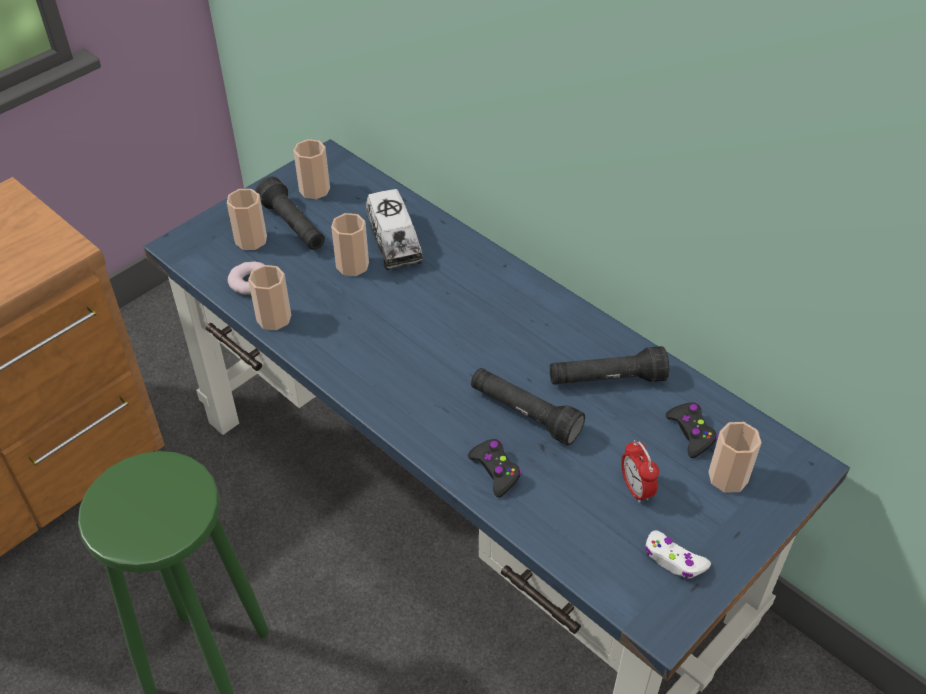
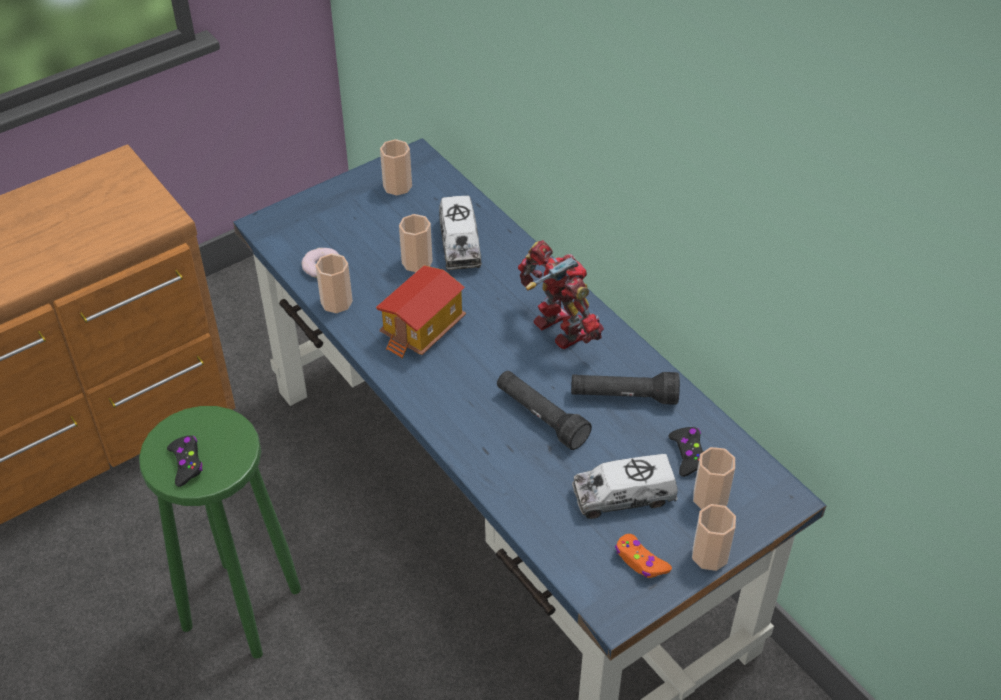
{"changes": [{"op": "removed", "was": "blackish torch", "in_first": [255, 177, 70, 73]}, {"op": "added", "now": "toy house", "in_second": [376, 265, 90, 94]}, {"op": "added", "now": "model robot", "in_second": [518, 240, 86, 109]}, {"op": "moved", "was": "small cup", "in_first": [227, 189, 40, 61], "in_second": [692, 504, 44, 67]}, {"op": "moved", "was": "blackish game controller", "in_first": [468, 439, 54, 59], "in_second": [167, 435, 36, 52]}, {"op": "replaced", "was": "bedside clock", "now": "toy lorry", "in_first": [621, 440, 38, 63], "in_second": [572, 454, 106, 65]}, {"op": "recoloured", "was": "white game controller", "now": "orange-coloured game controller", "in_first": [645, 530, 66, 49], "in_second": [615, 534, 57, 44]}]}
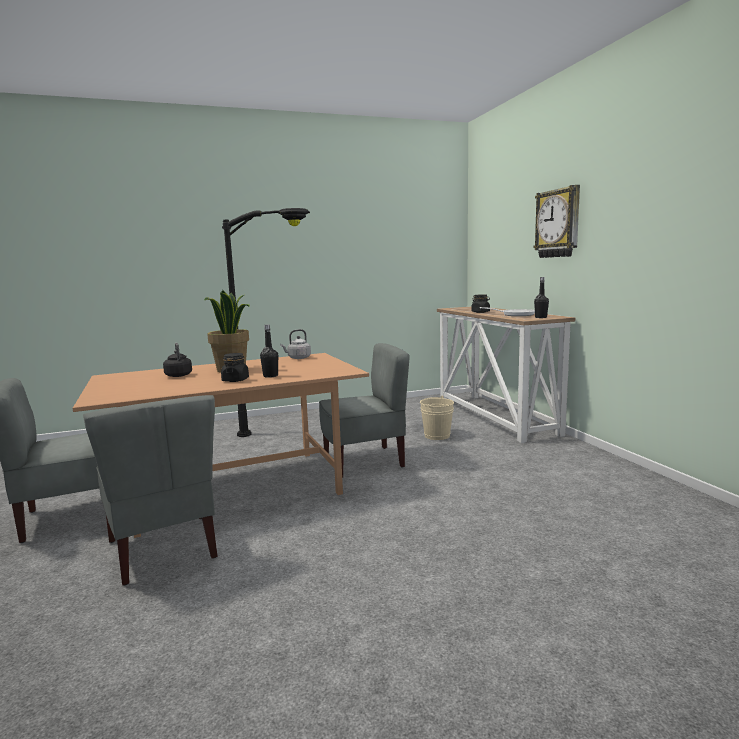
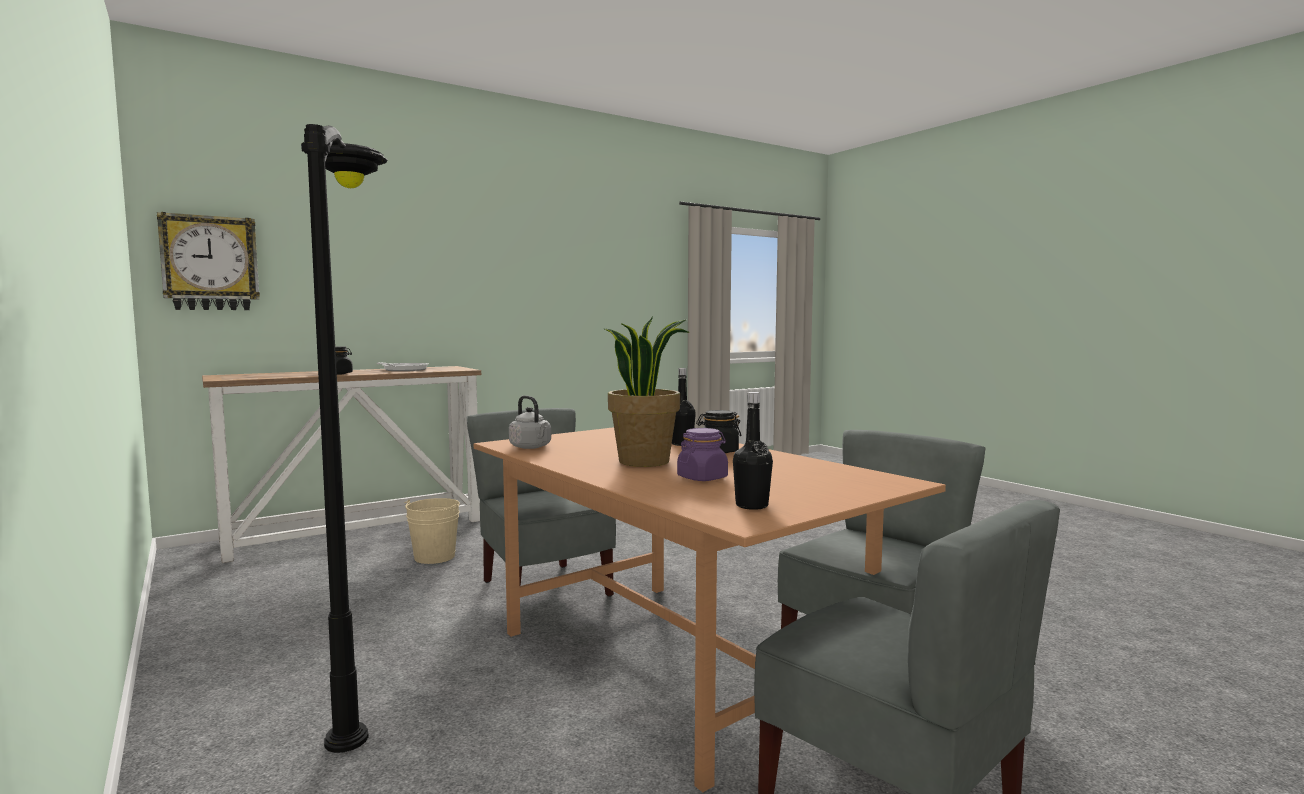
{"changes": [{"op": "moved", "was": "clock on the wall", "in_first": [533, 185, 47, 73], "in_second": [157, 212, 103, 98]}, {"op": "moved", "was": "blackish beverage bottle", "in_first": [534, 277, 15, 41], "in_second": [733, 392, 40, 118]}, {"op": "replaced", "was": "blackish water kettle", "now": "purplish storage jar", "in_first": [163, 343, 29, 34], "in_second": [677, 428, 51, 53]}]}
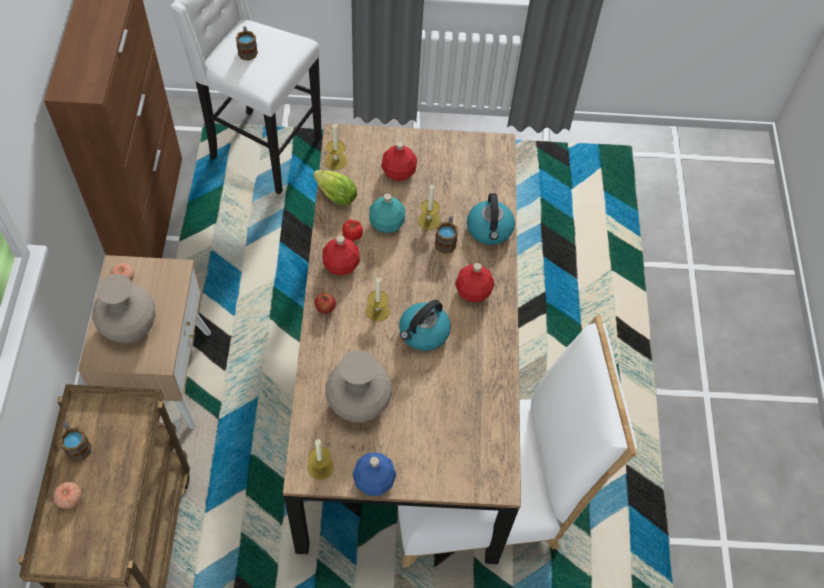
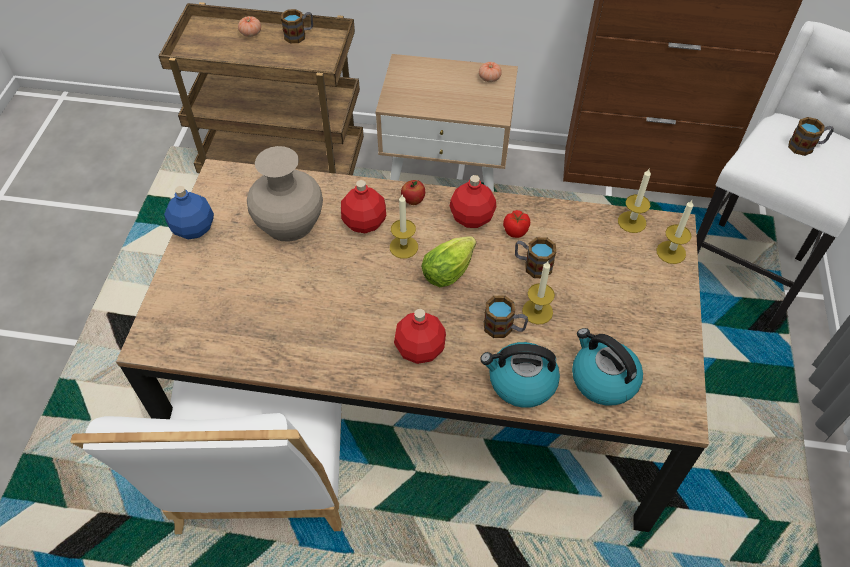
{"changes": [{"op": "removed", "was": "sand-coloured vase", "in_first": [92, 274, 64, 70]}, {"op": "moved", "was": "wax candle", "in_first": [307, 439, 27, 41], "in_second": [657, 199, 37, 65]}, {"op": "moved", "was": "lettuce", "in_first": [313, 170, 44, 35], "in_second": [421, 236, 55, 51]}, {"op": "moved", "was": "reddish beverage bottle", "in_first": [381, 141, 36, 40], "in_second": [341, 180, 45, 53]}, {"op": "moved", "was": "water kettle", "in_first": [399, 300, 52, 51], "in_second": [572, 328, 71, 77]}, {"op": "replaced", "was": "turquoise beverage bottle", "now": "coffee mug", "in_first": [369, 193, 36, 40], "in_second": [515, 237, 41, 41]}]}
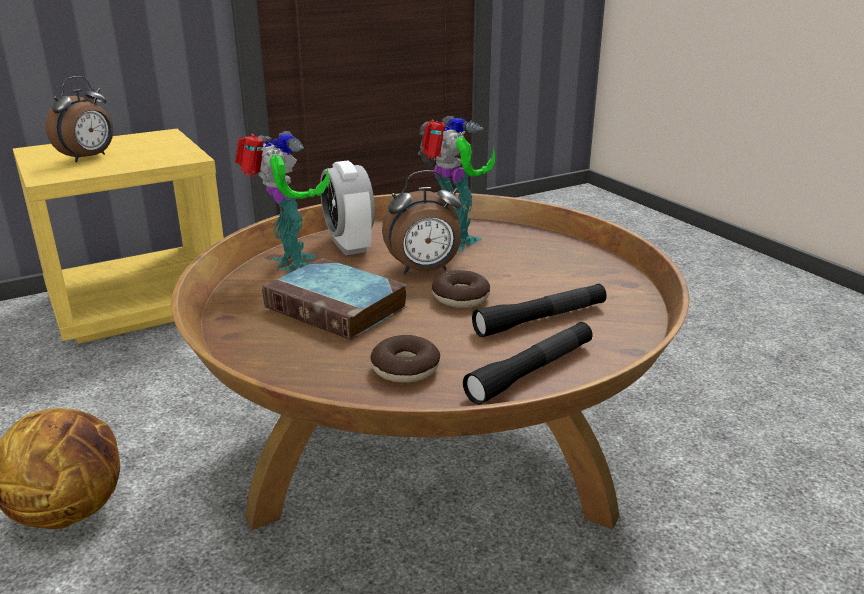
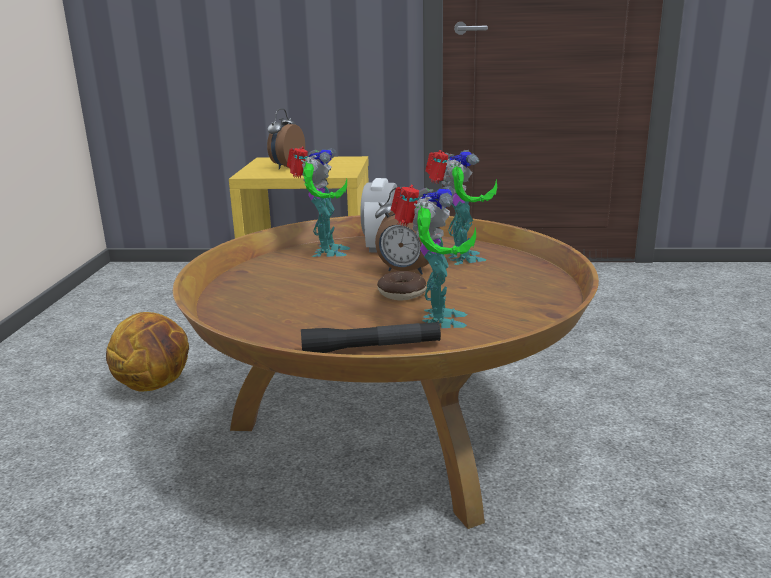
{"changes": [{"op": "removed", "was": "book", "in_first": [262, 258, 145, 82]}, {"op": "removed", "was": "doughnut", "in_first": [371, 335, 69, 48]}, {"op": "replaced", "was": "blackish torch", "now": "model robot", "in_first": [472, 284, 135, 53], "in_second": [390, 185, 86, 143]}, {"op": "turned", "was": "bedside clock", "in_first": [45, 76, 68, 86], "in_second": [267, 108, 38, 62], "clockwise": 135}]}
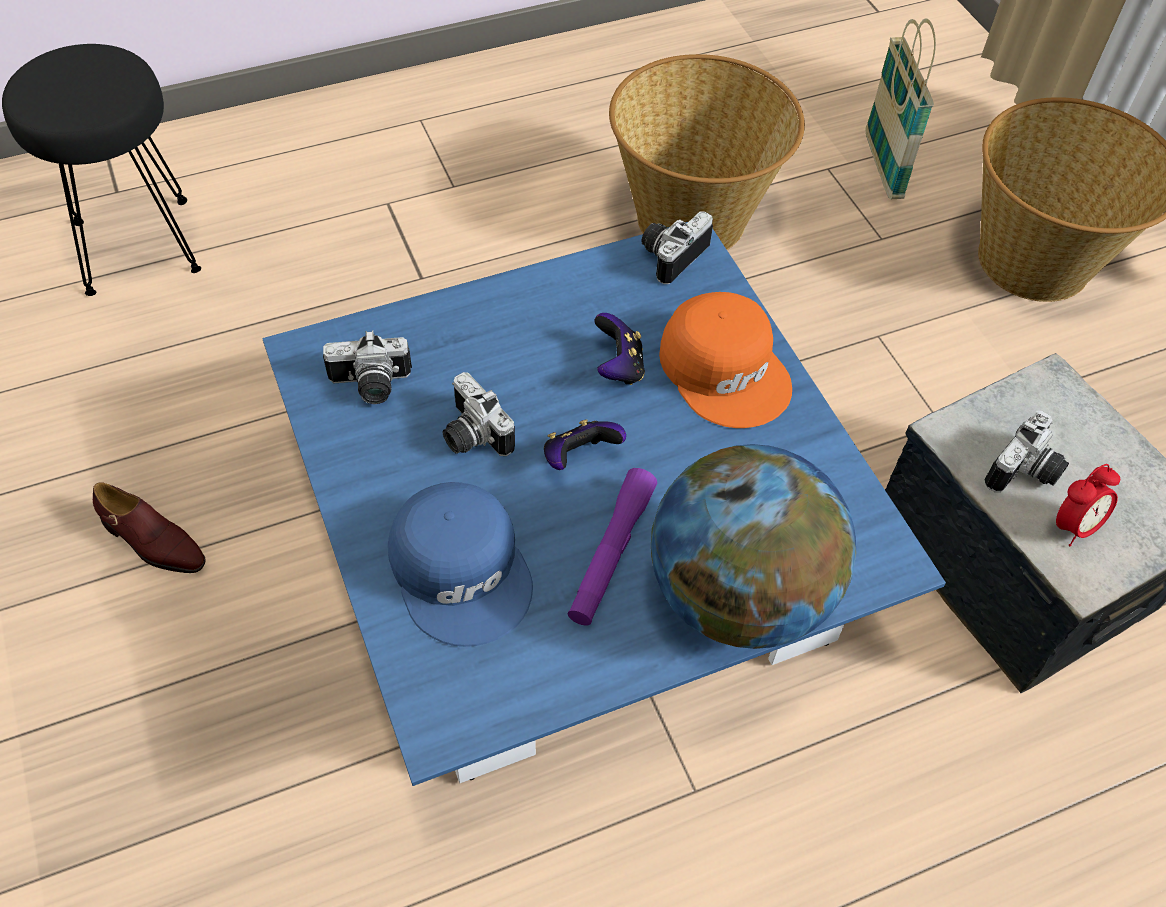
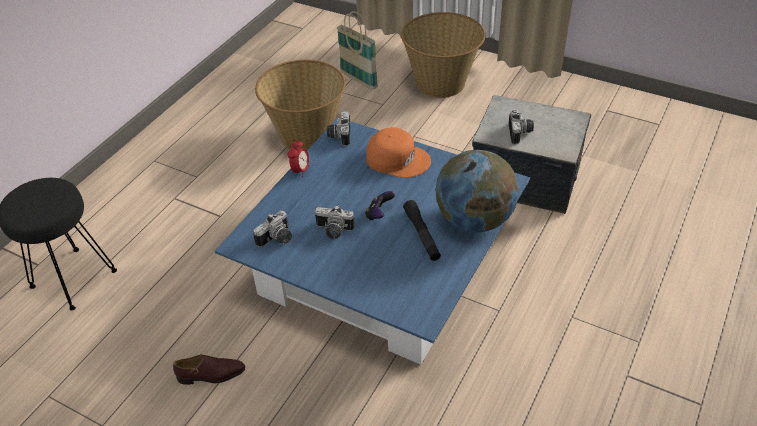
{"changes": [{"op": "removed", "was": "blue-coloured peaked cap", "in_first": [388, 482, 145, 165]}, {"op": "removed", "was": "game controller", "in_first": [594, 313, 51, 72]}, {"op": "moved", "was": "bedside clock", "in_first": [1056, 464, 64, 83], "in_second": [287, 139, 22, 38]}, {"op": "recoloured", "was": "purplish torch", "now": "blackish torch", "in_first": [568, 468, 89, 158], "in_second": [403, 200, 38, 61]}]}
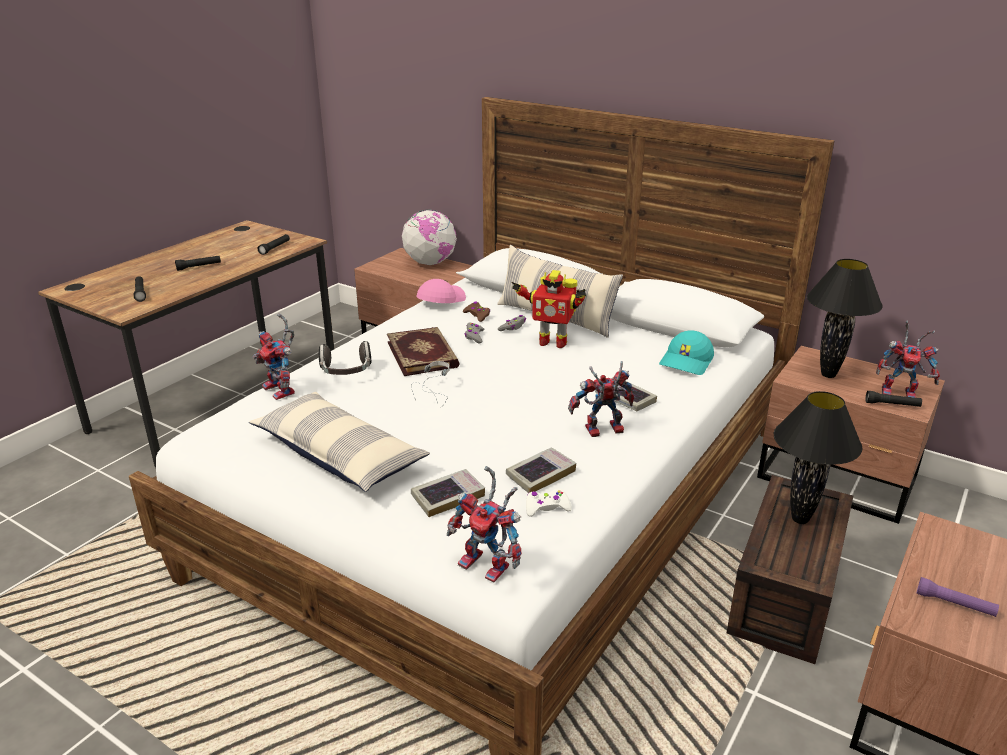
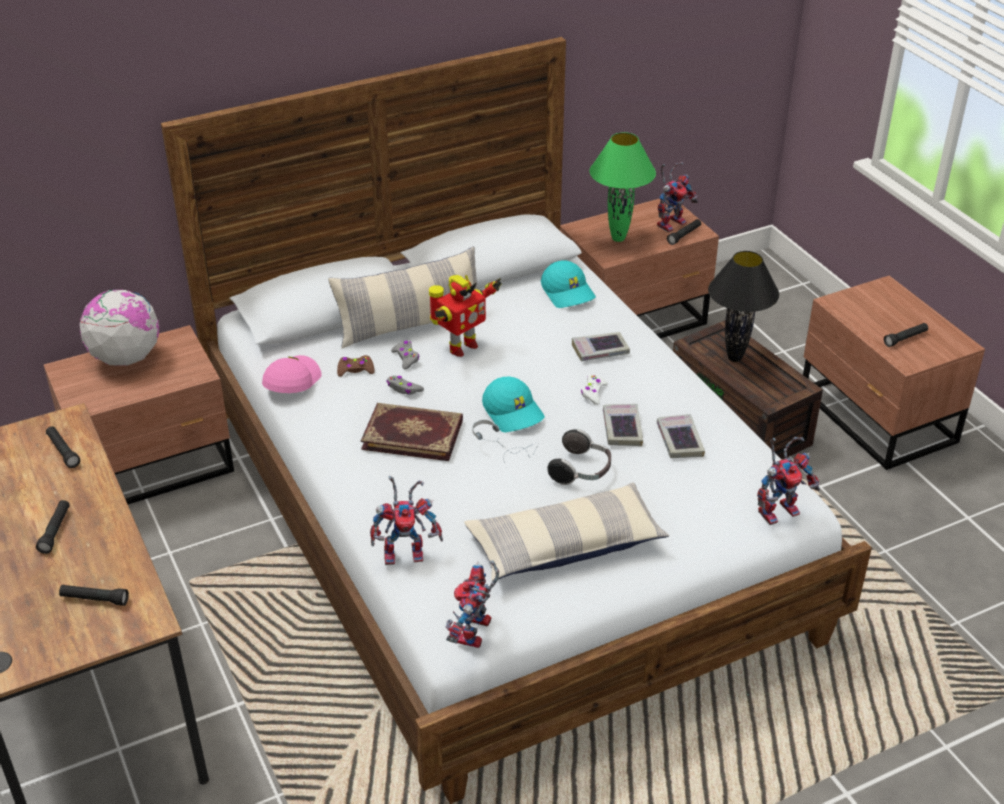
{"changes": [{"op": "added", "now": "turquoise peaked cap", "in_second": [482, 377, 63, 55]}, {"op": "moved", "was": "pair of headphones", "in_first": [319, 341, 52, 34], "in_second": [547, 429, 64, 56]}, {"op": "moved", "was": "book", "in_first": [411, 469, 74, 48], "in_second": [603, 404, 40, 42]}, {"op": "moved", "was": "white game controller", "in_first": [526, 489, 46, 28], "in_second": [581, 374, 27, 31]}, {"op": "moved", "was": "model robot", "in_first": [568, 361, 66, 76], "in_second": [446, 561, 53, 87]}, {"op": "recoloured", "was": "blackish tabletop lamp", "now": "green-coloured tabletop lamp", "in_first": [807, 259, 76, 119], "in_second": [590, 132, 66, 110]}, {"op": "recoloured", "was": "purplish torch", "now": "blackish torch", "in_first": [916, 577, 83, 40], "in_second": [884, 323, 44, 24]}, {"op": "turned", "was": "pink peaked cap", "in_first": [417, 279, 49, 24], "in_second": [262, 355, 60, 38], "clockwise": 45}]}
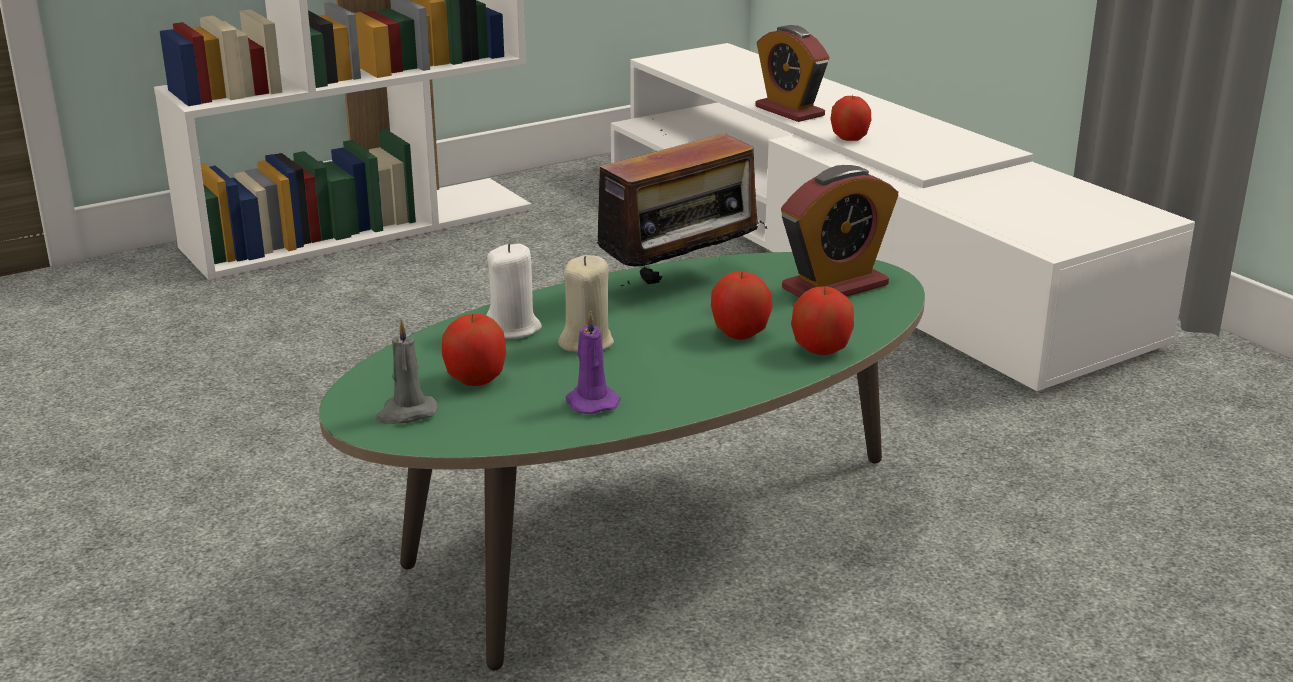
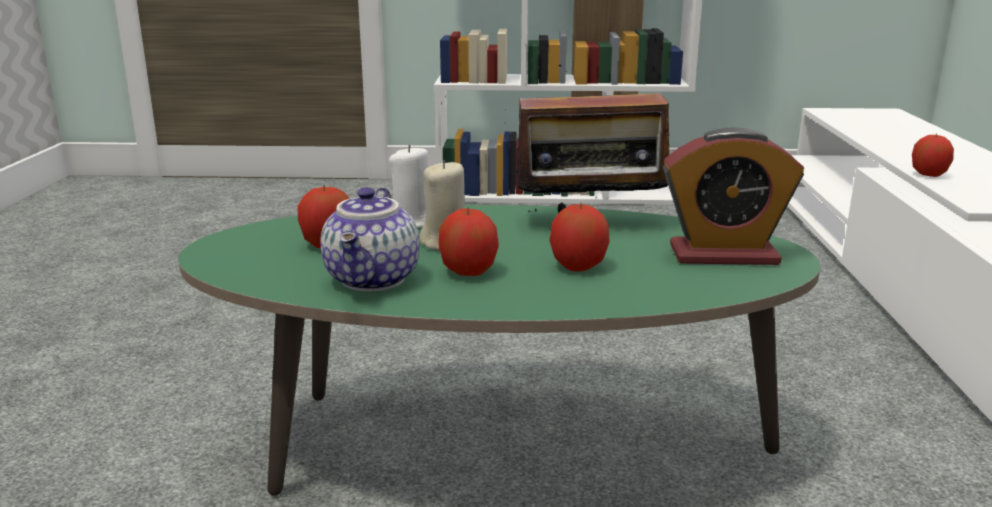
{"changes": [{"op": "removed", "was": "grey wax candle", "in_first": [375, 320, 63, 104]}, {"op": "removed", "was": "bedside clock", "in_first": [755, 25, 74, 97]}, {"op": "moved", "was": "apple", "in_first": [791, 287, 63, 68], "in_second": [438, 207, 61, 69]}, {"op": "replaced", "was": "purplish wax candle", "now": "tea pot", "in_first": [566, 310, 55, 104], "in_second": [321, 187, 99, 105]}]}
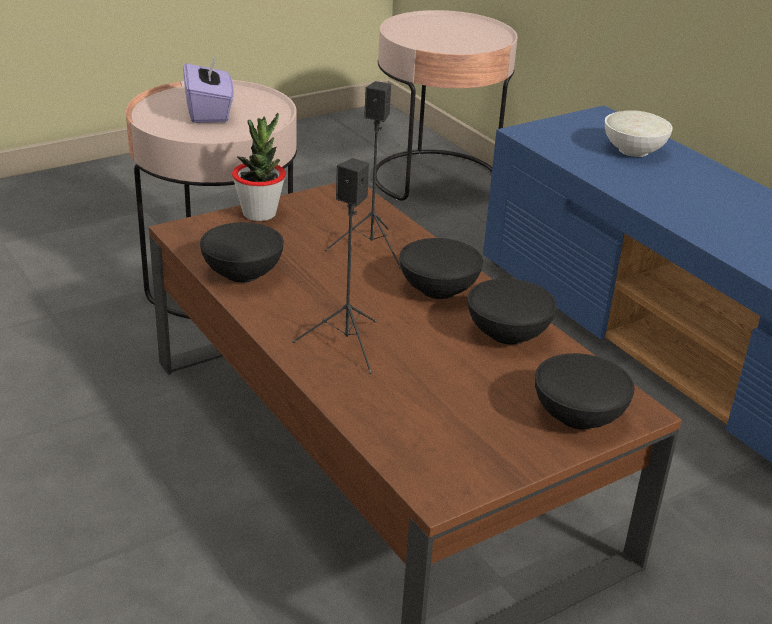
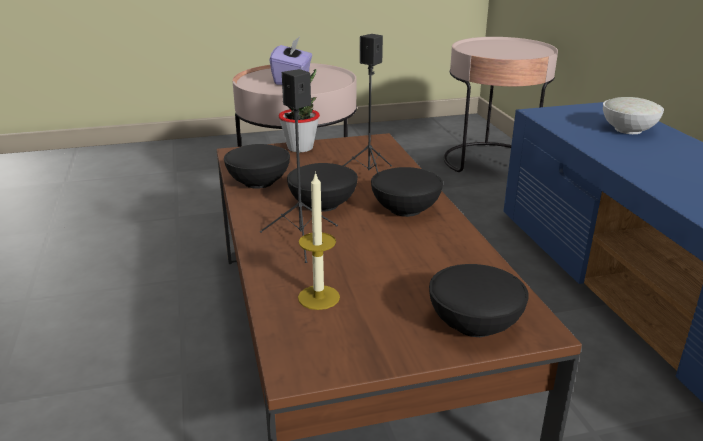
{"changes": [{"op": "added", "now": "wax candle", "in_second": [298, 171, 42, 139]}, {"op": "moved", "was": "blackish deep dish", "in_first": [468, 278, 89, 67], "in_second": [287, 163, 71, 49]}]}
